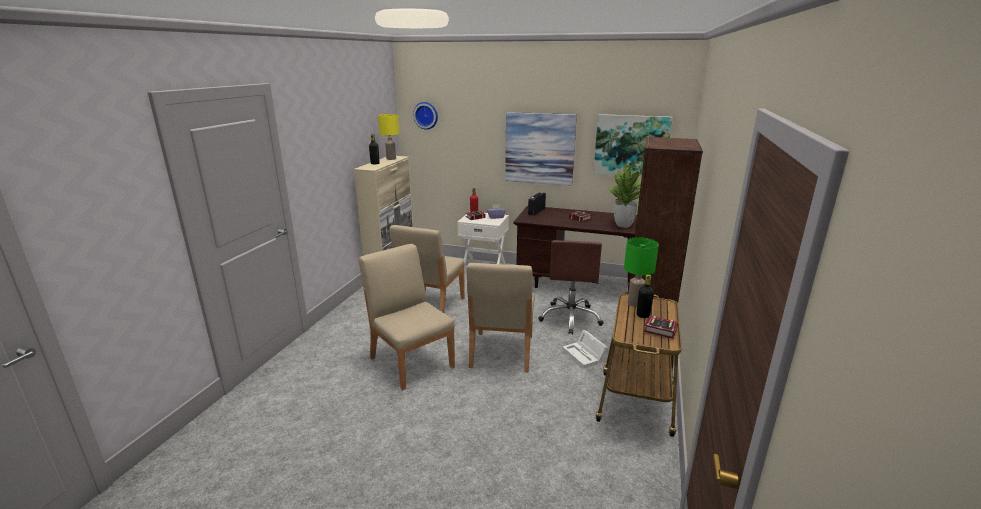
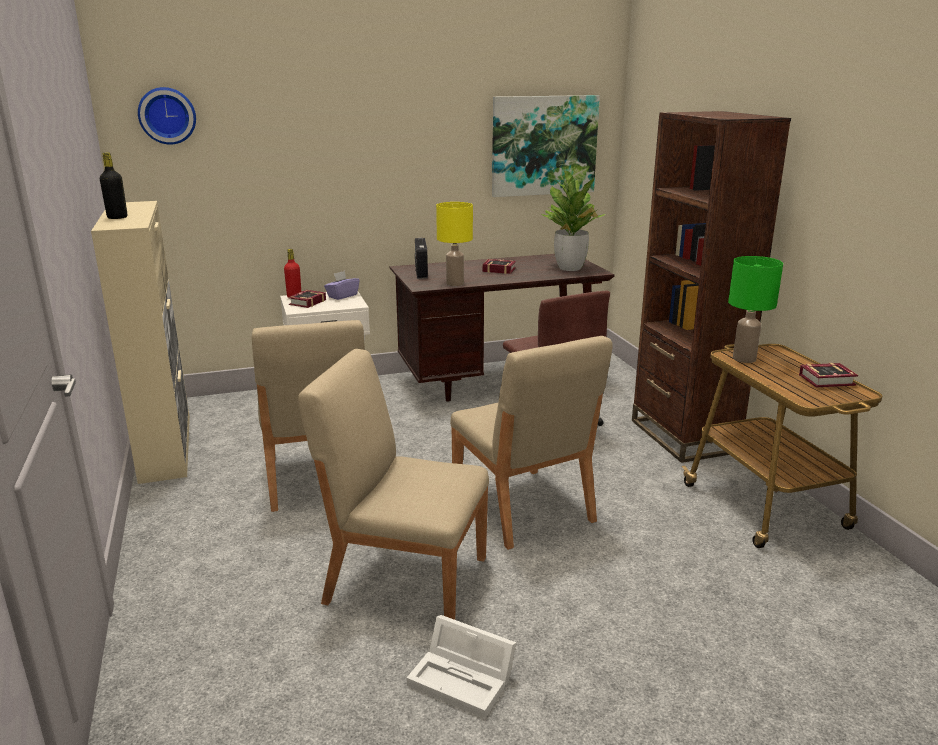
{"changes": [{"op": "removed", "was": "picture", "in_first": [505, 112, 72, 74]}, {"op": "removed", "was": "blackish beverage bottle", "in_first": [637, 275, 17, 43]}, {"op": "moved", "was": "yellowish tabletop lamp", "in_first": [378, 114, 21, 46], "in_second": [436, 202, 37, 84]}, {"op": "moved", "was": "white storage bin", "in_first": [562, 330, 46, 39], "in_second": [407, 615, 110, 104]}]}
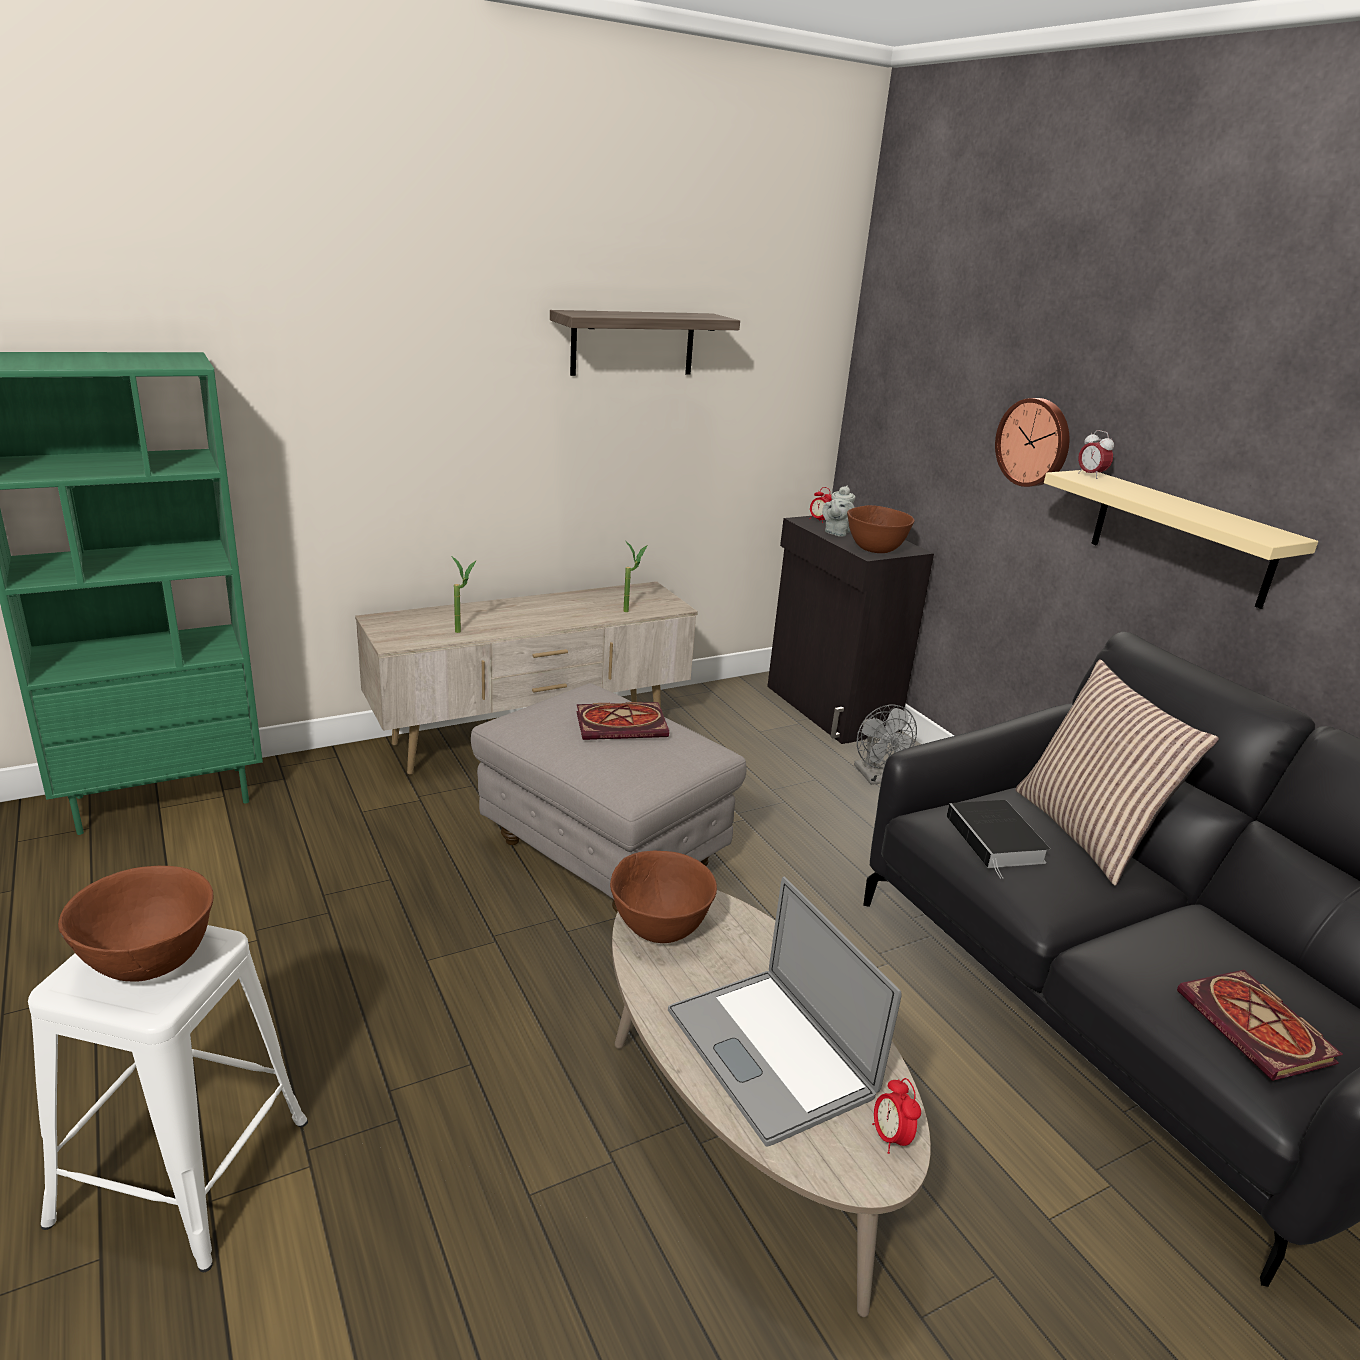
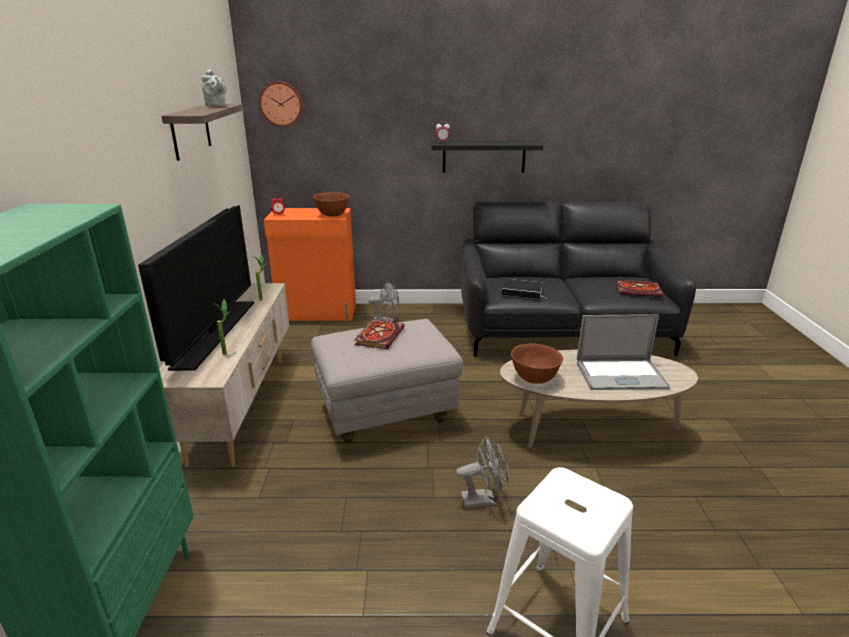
{"changes": [{"op": "removed", "was": "brownish deep dish", "in_first": [58, 866, 156, 116]}, {"op": "removed", "was": "bedside clock", "in_first": [872, 1078, 49, 76]}, {"op": "removed", "was": "pillow", "in_first": [1016, 659, 203, 227]}, {"op": "added", "now": "TV set", "in_second": [138, 205, 116, 166]}, {"op": "added", "now": "grey electric fan", "in_second": [456, 436, 53, 72]}, {"op": "moved", "was": "grey tea pot", "in_first": [822, 486, 33, 51], "in_second": [201, 69, 26, 37]}, {"op": "moved", "was": "clock on the wall", "in_first": [995, 398, 75, 89], "in_second": [259, 81, 44, 46]}, {"op": "recoloured", "was": "blackish cupboard", "now": "orange-coloured cupboard", "in_first": [767, 516, 167, 228], "in_second": [264, 208, 92, 113]}, {"op": "recoloured", "was": "sand-coloured bracket shelf", "now": "blackish bracket shelf", "in_first": [1044, 470, 274, 139], "in_second": [431, 141, 112, 32]}]}
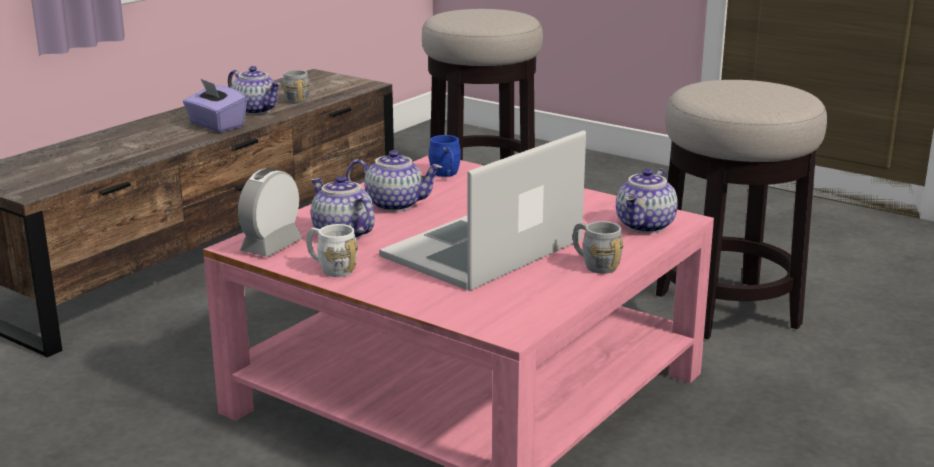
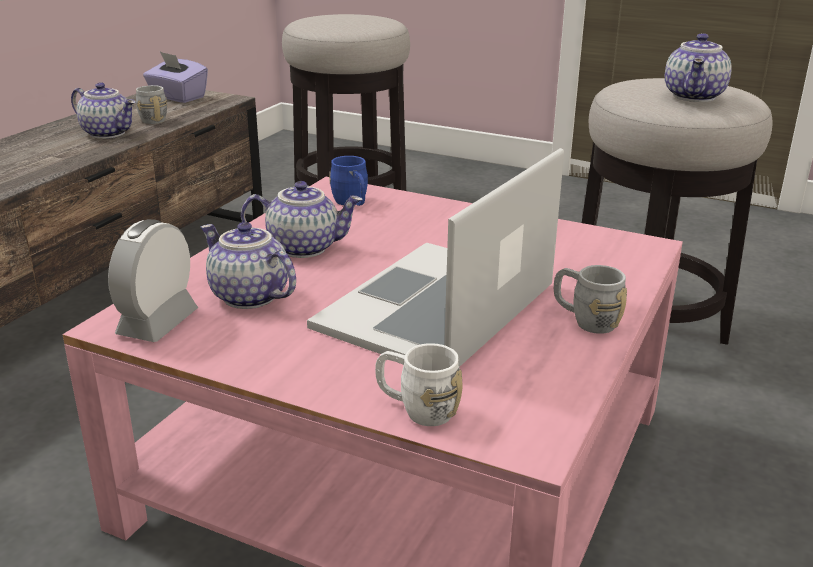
{"changes": [{"op": "moved", "was": "purplish tissue box", "in_first": [183, 78, 64, 54], "in_second": [143, 52, 65, 51]}, {"op": "moved", "was": "white coffee mug", "in_first": [306, 224, 52, 53], "in_second": [375, 343, 88, 83]}, {"op": "moved", "was": "tea pot", "in_first": [616, 168, 62, 65], "in_second": [665, 33, 67, 69]}]}
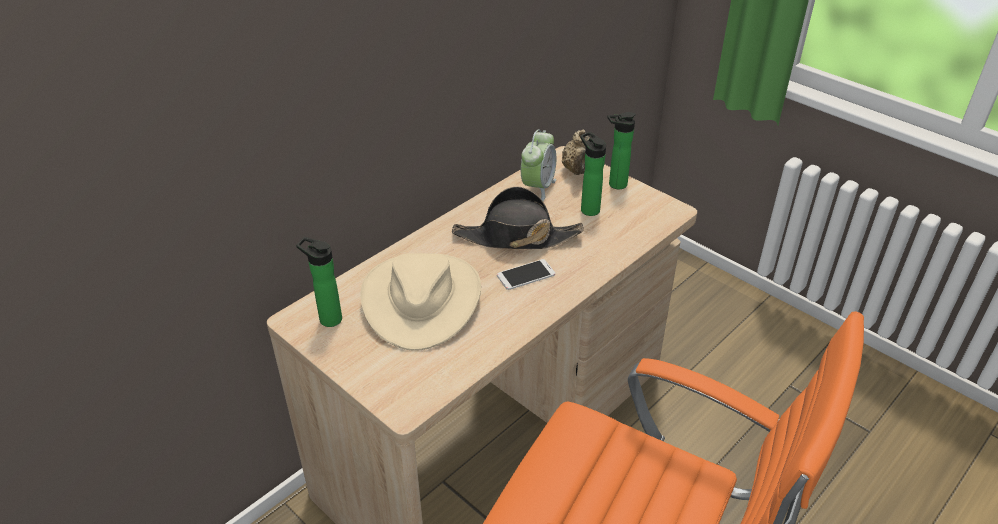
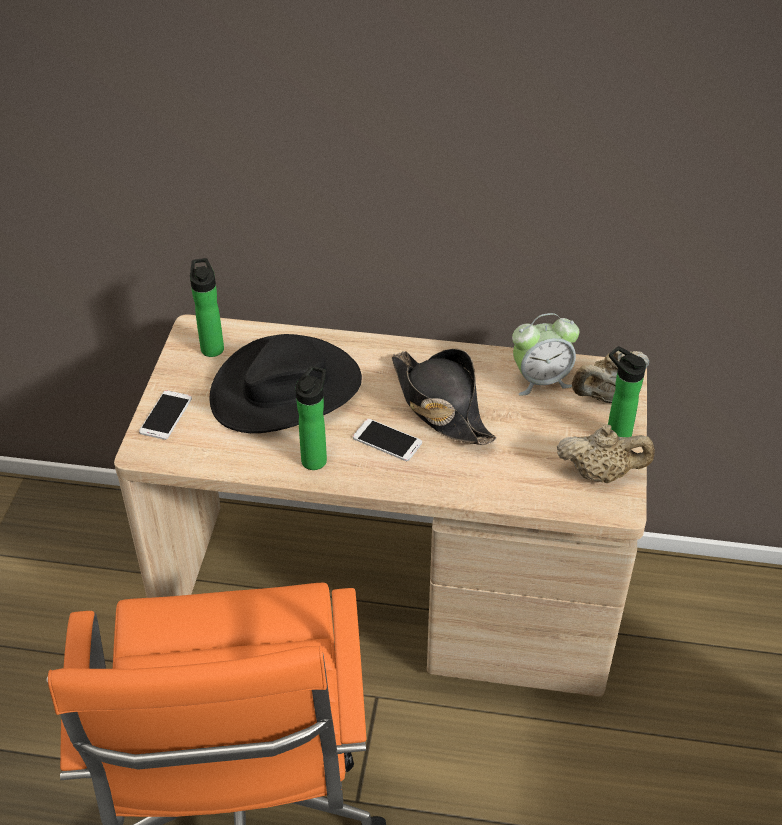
{"changes": [{"op": "added", "now": "telephone", "in_second": [139, 390, 53, 50]}, {"op": "added", "now": "sand-coloured tea pot", "in_second": [557, 425, 98, 58]}, {"op": "moved", "was": "beverage bottle", "in_first": [580, 132, 26, 84], "in_second": [296, 366, 31, 104]}, {"op": "recoloured", "was": "sand-coloured wearable hat", "now": "blackish wearable hat", "in_first": [360, 253, 121, 98], "in_second": [209, 334, 153, 99]}]}
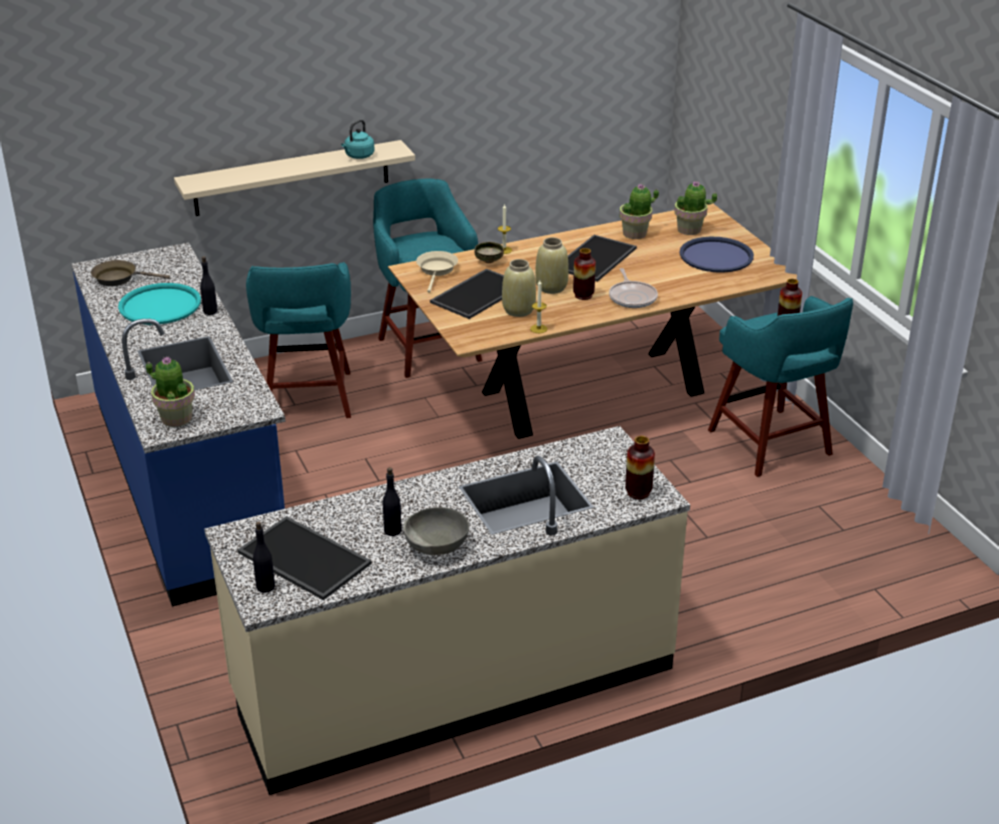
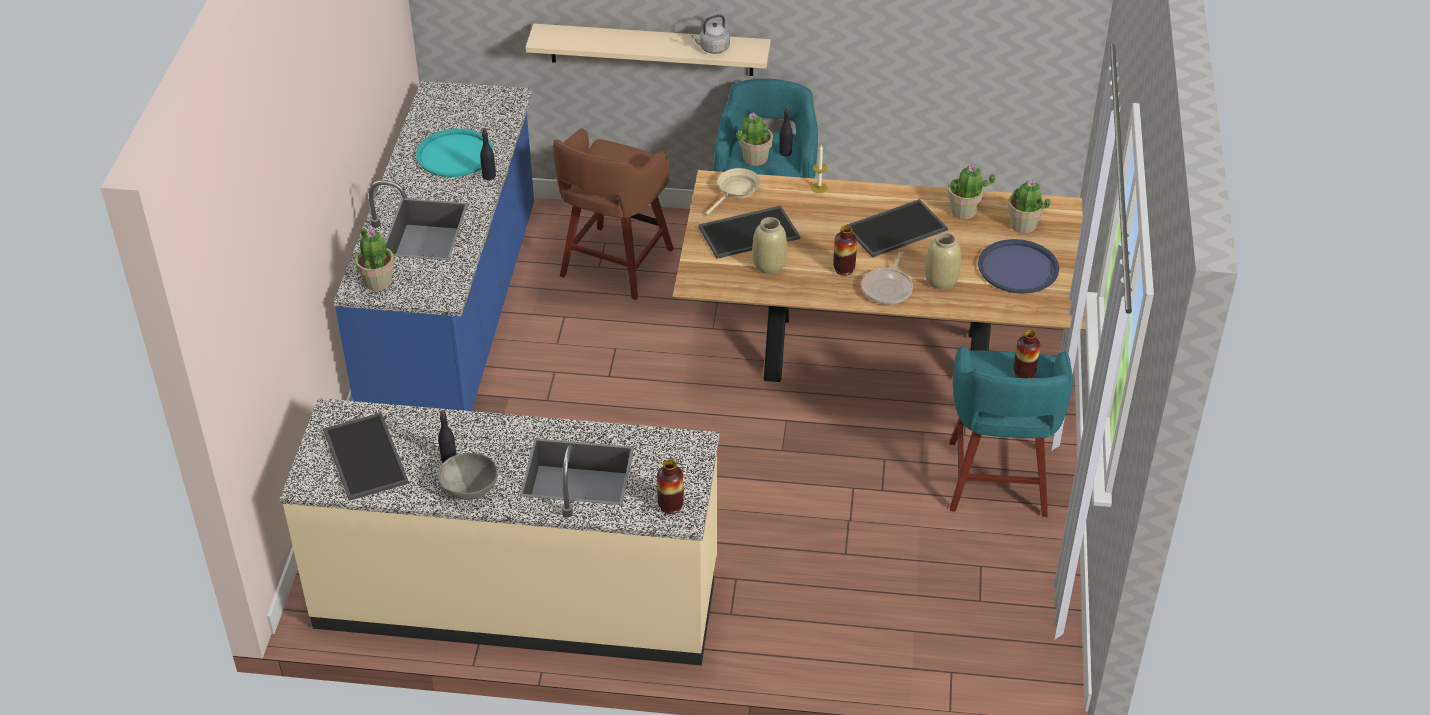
{"changes": [{"op": "removed", "was": "brownish skillet", "in_first": [91, 260, 79, 26]}, {"op": "removed", "was": "deep dish", "in_first": [475, 242, 29, 21]}, {"op": "removed", "was": "wax candle", "in_first": [530, 280, 18, 53]}, {"op": "added", "now": "houseplant", "in_second": [736, 113, 37, 53]}, {"op": "moved", "was": "blackish beverage bottle", "in_first": [253, 522, 22, 71], "in_second": [779, 107, 14, 49]}, {"op": "moved", "was": "sand-coloured vase", "in_first": [535, 237, 34, 57], "in_second": [925, 232, 36, 58]}, {"op": "recoloured", "was": "turquoise sitting stool", "now": "brownish sitting stool", "in_first": [246, 262, 105, 156], "in_second": [553, 128, 121, 172]}, {"op": "recoloured", "was": "turquoise water kettle", "now": "grey water kettle", "in_first": [341, 119, 34, 40], "in_second": [691, 14, 39, 40]}]}
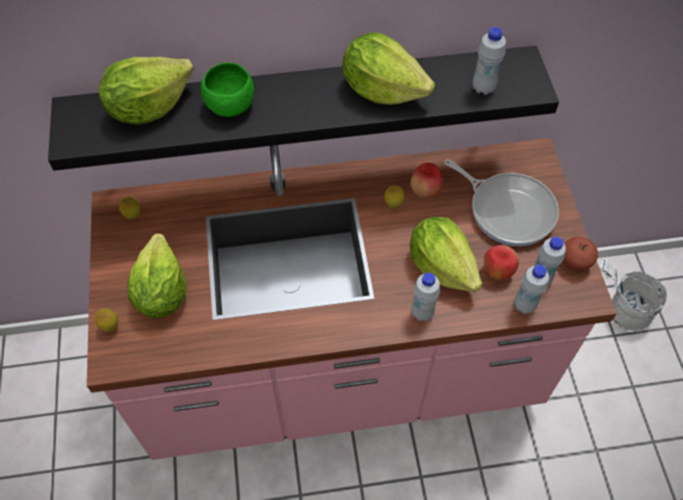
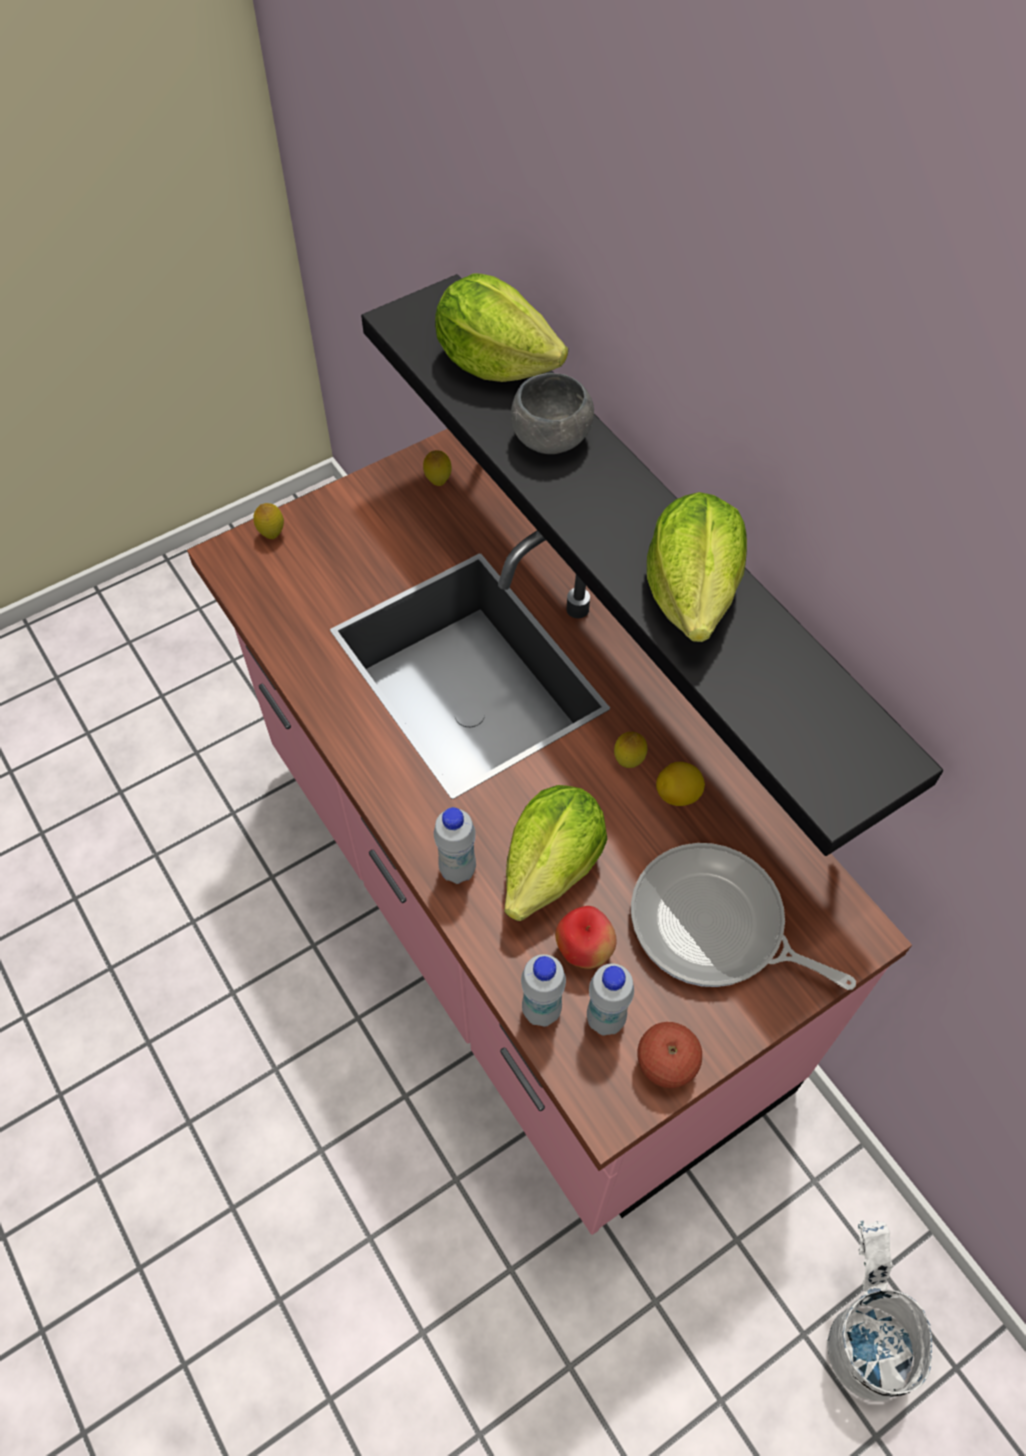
{"changes": [{"op": "removed", "was": "lettuce", "in_first": [127, 234, 60, 84]}, {"op": "removed", "was": "white beverage bottle", "in_first": [473, 27, 33, 68]}, {"op": "replaced", "was": "apple", "now": "citrus fruit", "in_first": [410, 163, 33, 35], "in_second": [656, 762, 49, 44]}, {"op": "recoloured", "was": "green-coloured deep dish", "now": "grey deep dish", "in_first": [201, 63, 53, 54], "in_second": [511, 373, 83, 81]}, {"op": "turned", "was": "skillet", "in_first": [444, 159, 115, 87], "in_second": [631, 843, 225, 147], "clockwise": 105}]}
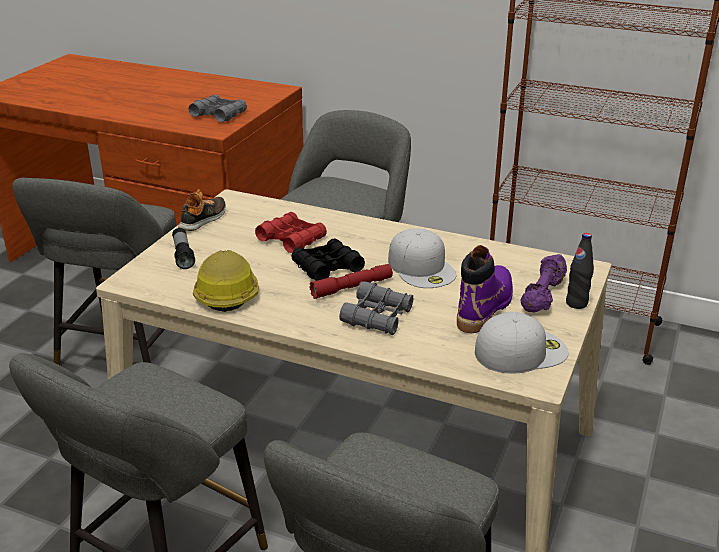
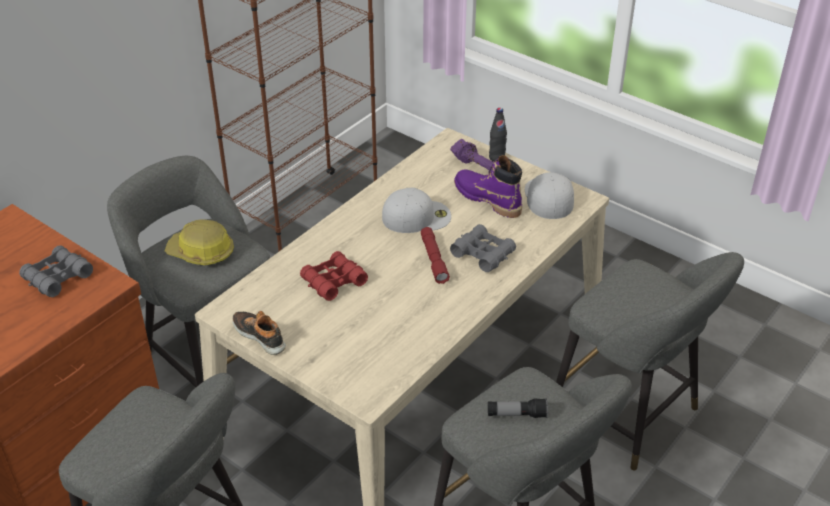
{"changes": [{"op": "removed", "was": "blackish field glasses", "in_first": [291, 238, 74, 43]}, {"op": "moved", "was": "torch", "in_first": [172, 228, 23, 41], "in_second": [488, 398, 60, 20]}, {"op": "moved", "was": "hard hat", "in_first": [193, 250, 65, 62], "in_second": [165, 219, 69, 46]}]}
